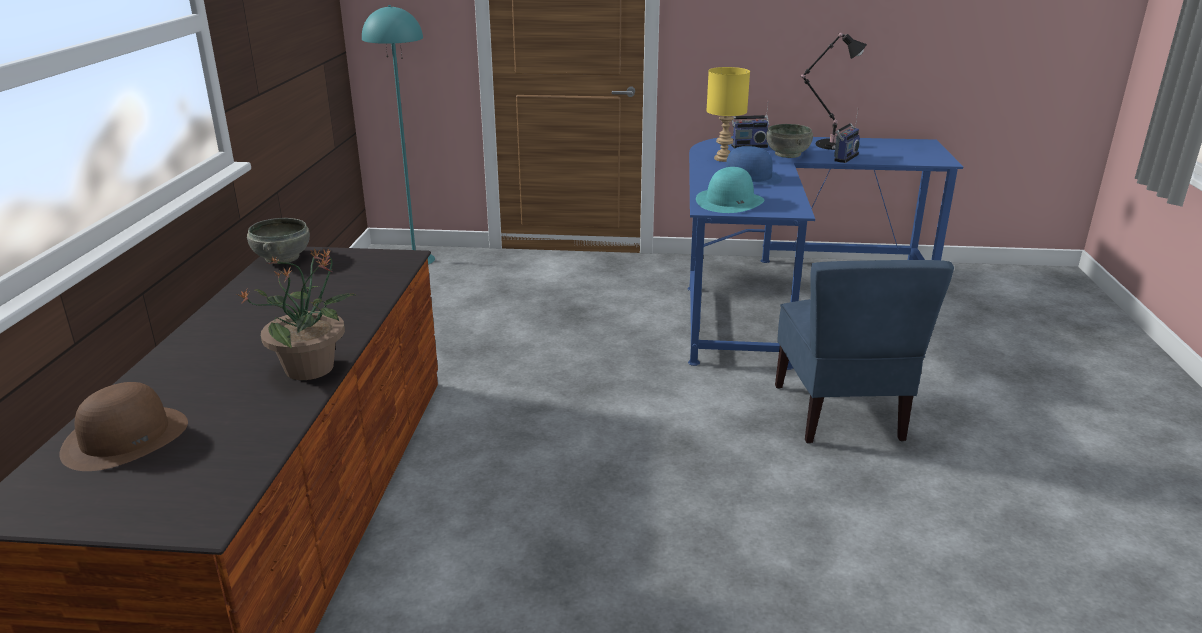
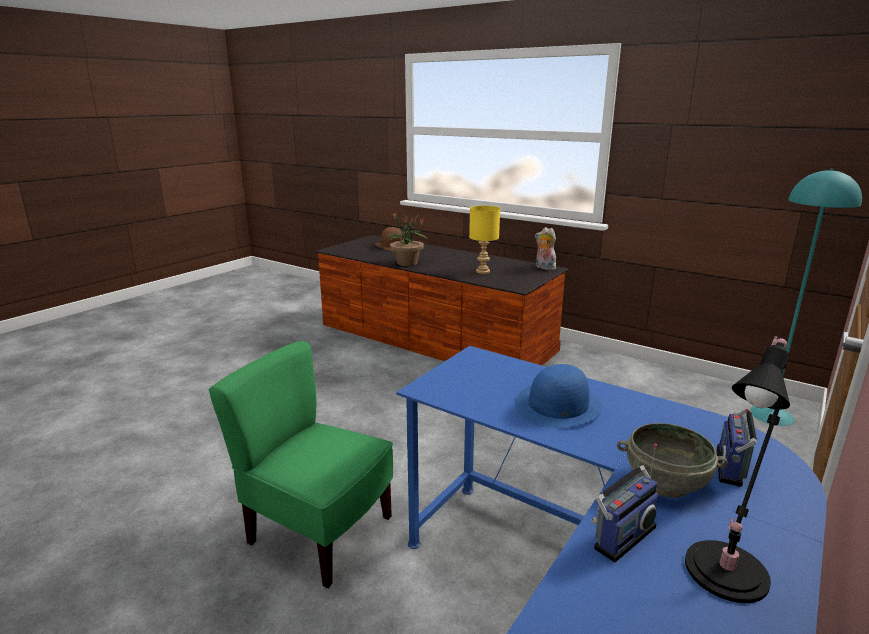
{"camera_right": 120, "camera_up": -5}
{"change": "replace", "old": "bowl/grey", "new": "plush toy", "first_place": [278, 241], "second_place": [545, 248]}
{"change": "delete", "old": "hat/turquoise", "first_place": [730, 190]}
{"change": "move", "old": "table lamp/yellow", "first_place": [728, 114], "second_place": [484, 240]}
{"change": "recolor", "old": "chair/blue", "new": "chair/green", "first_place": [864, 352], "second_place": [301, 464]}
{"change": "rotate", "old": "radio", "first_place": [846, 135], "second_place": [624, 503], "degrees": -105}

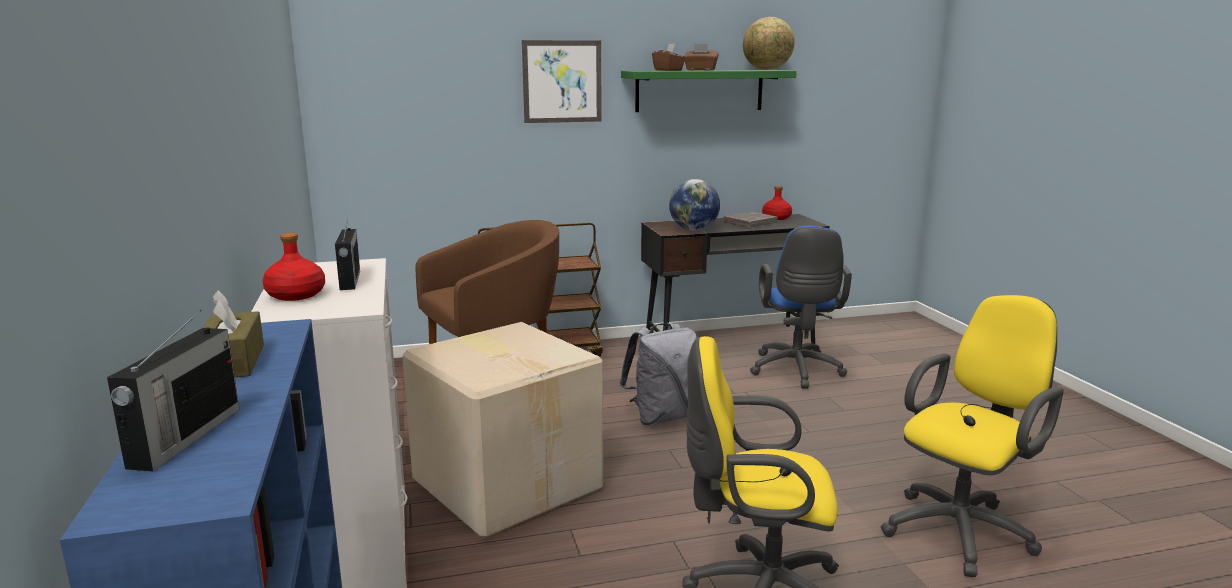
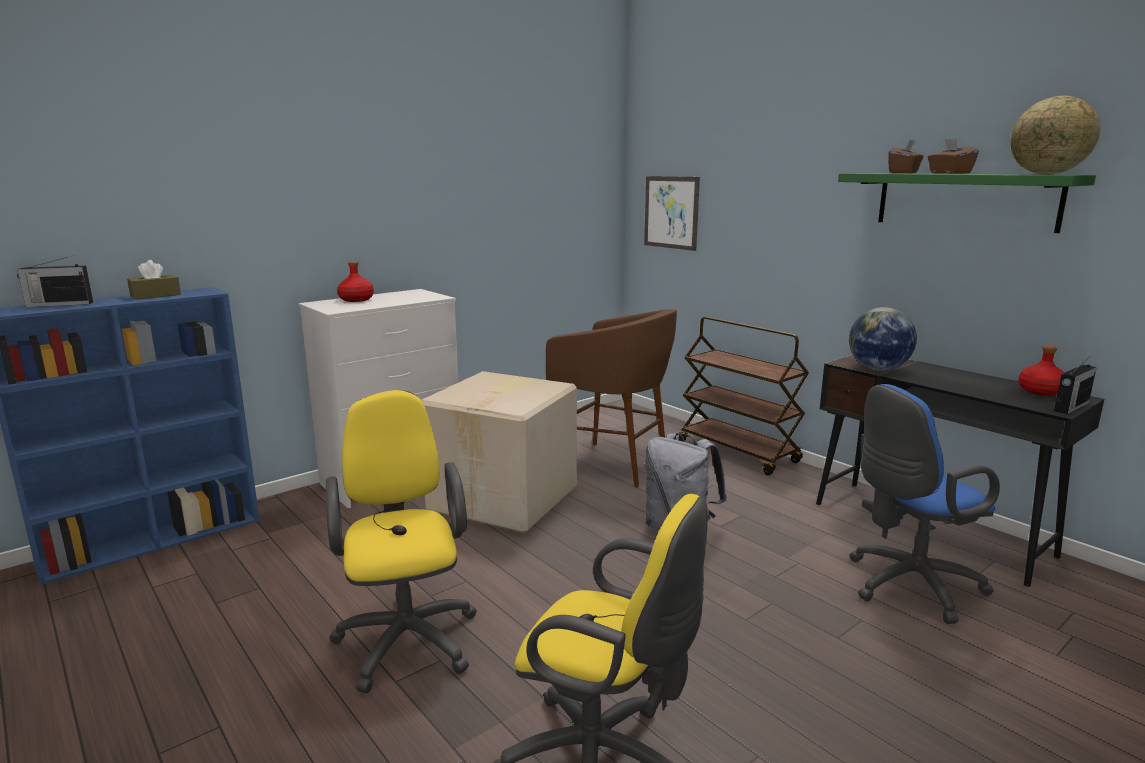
{"camera_right": 65, "camera_up": 0}
{"change": "move", "old": "radio", "first_place": [347, 254], "second_place": [1075, 386]}
{"change": "move", "old": "picture", "first_place": [562, 81], "second_place": [672, 213]}
{"change": "delete", "old": "book/grey", "first_place": [750, 219]}

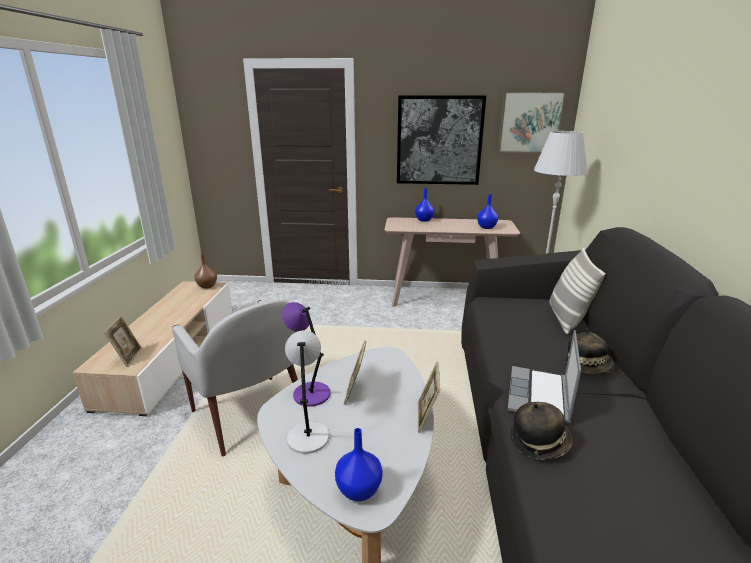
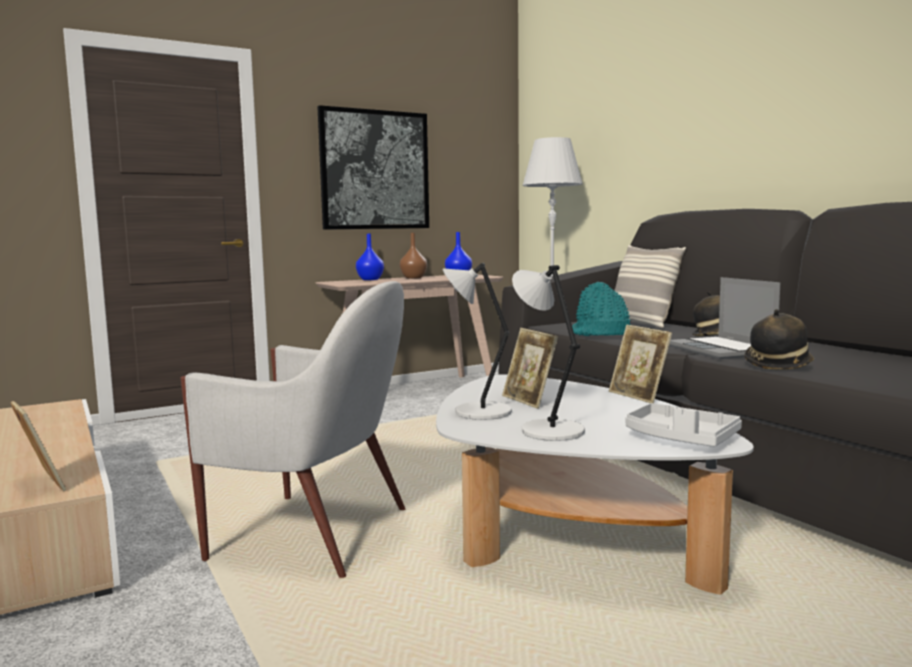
{"camera_right": -35, "camera_up": -15}
{"change": "move", "old": "vase/brown", "first_place": [205, 270], "second_place": [413, 256]}
{"change": "recolor", "old": "table lamp/purple", "new": "table lamp/grey", "first_place": [306, 354], "second_place": [477, 341]}
{"change": "replace", "old": "vase/blue", "new": "tray/grey", "first_place": [359, 464], "second_place": [684, 425]}
{"change": "delete", "old": "picture", "first_place": [532, 122]}
{"change": "insert", "new": "hat/turquoise", "second_place": [601, 309]}

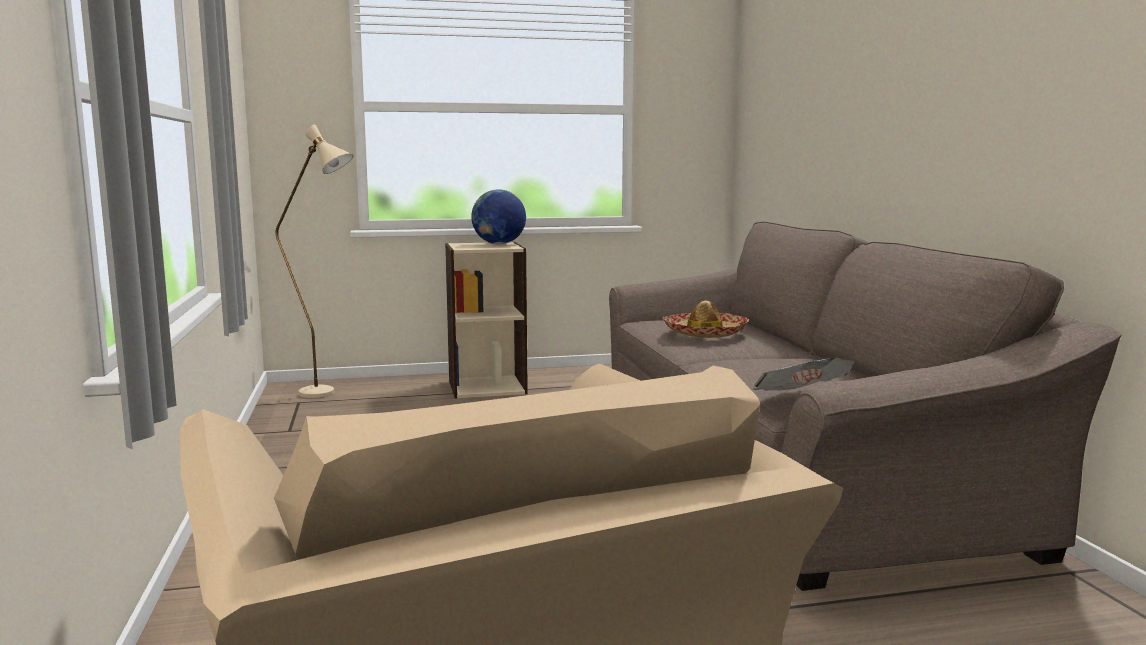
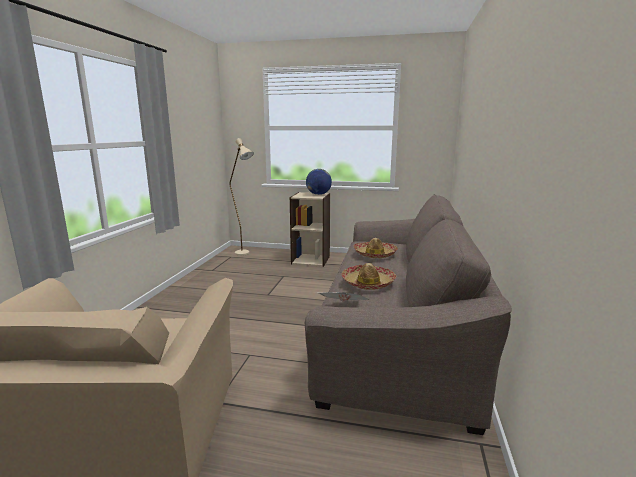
{"camera_right": 25, "camera_up": 5}
{"change": "insert", "new": "hat", "second_place": [369, 276]}

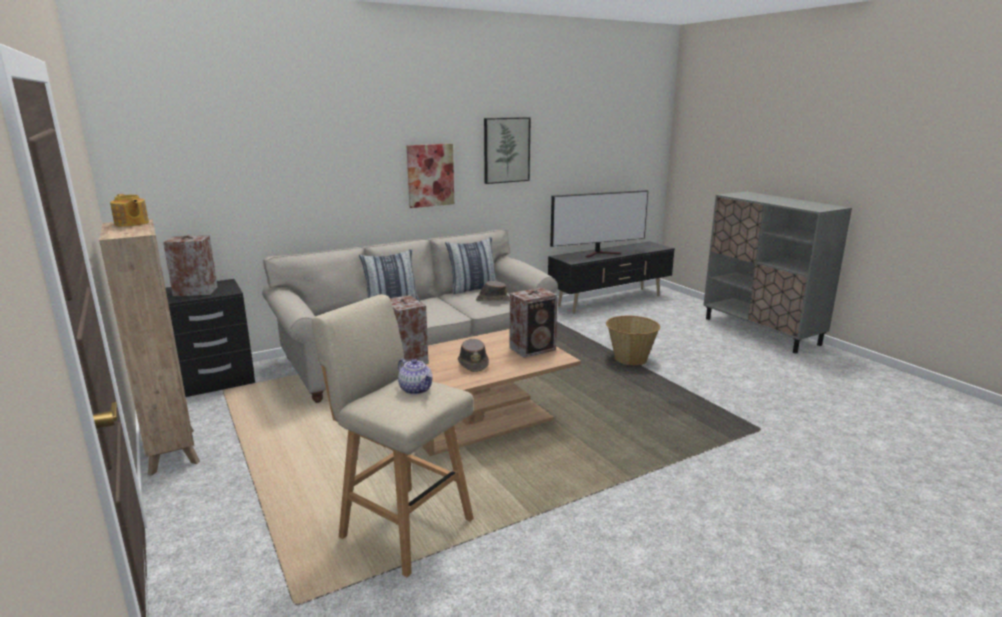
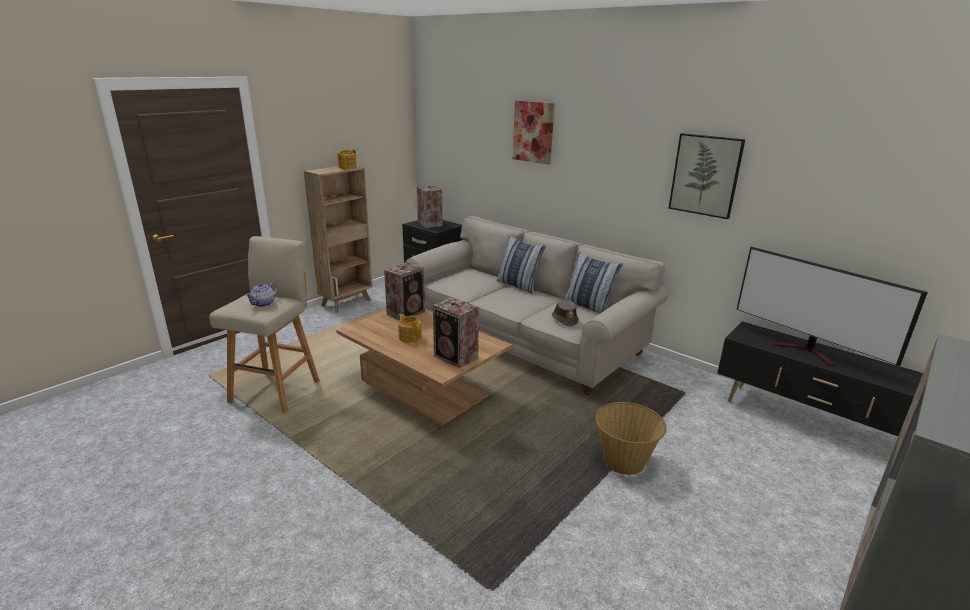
{"camera_right": 70, "camera_up": 5}
{"change": "move", "old": "picture", "first_place": [430, 176], "second_place": [534, 132]}
{"change": "replace", "old": "hat/brown", "new": "teapot", "first_place": [473, 355], "second_place": [410, 328]}

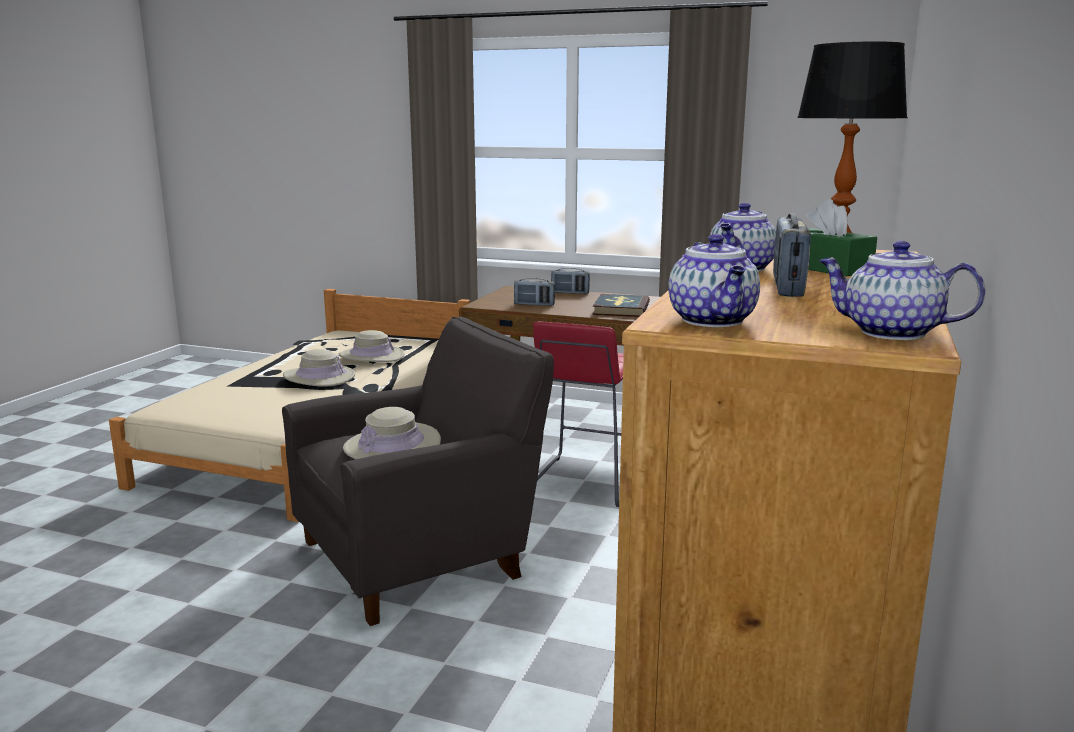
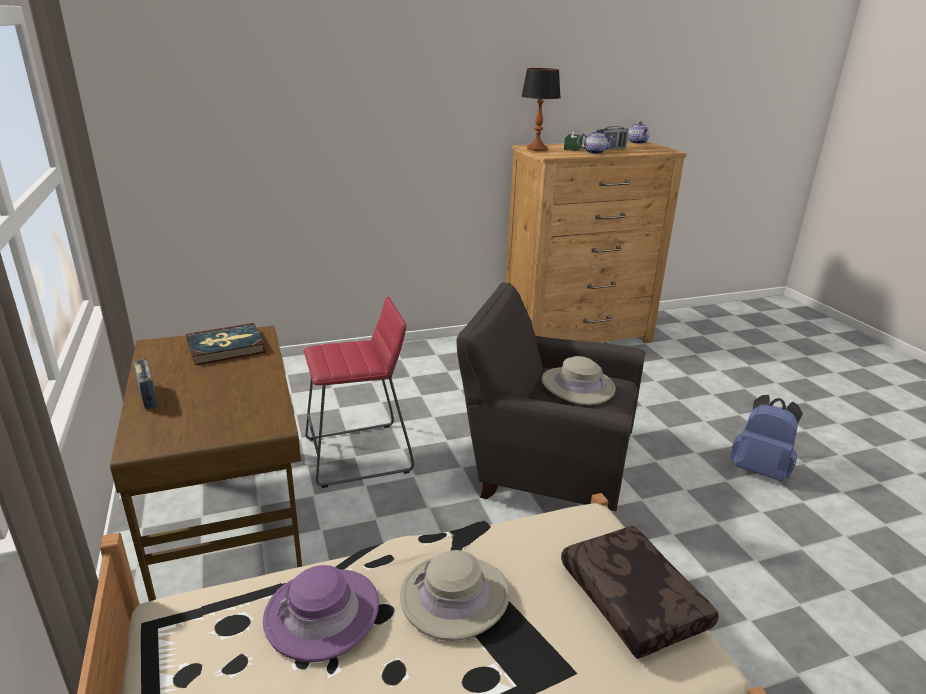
{"camera_right": -130, "camera_up": 10}
{"change": "recolor", "old": "hat/beige", "new": "hat/purple", "first_place": [372, 346], "second_place": [321, 613]}
{"change": "delete", "old": "radio", "first_place": [534, 292]}
{"change": "delete", "old": "teapot", "first_place": [714, 280]}
{"change": "insert", "new": "pillow/brown", "second_place": [640, 592]}
{"change": "insert", "new": "backpack/blue", "second_place": [766, 438]}

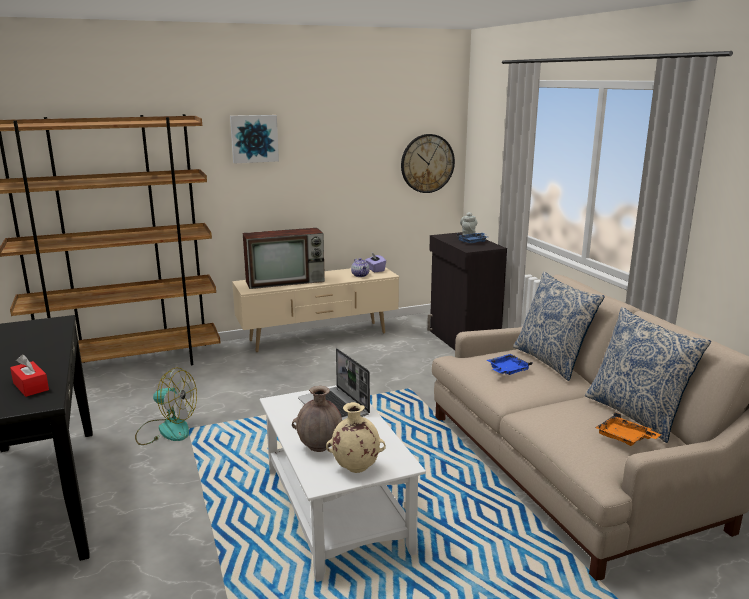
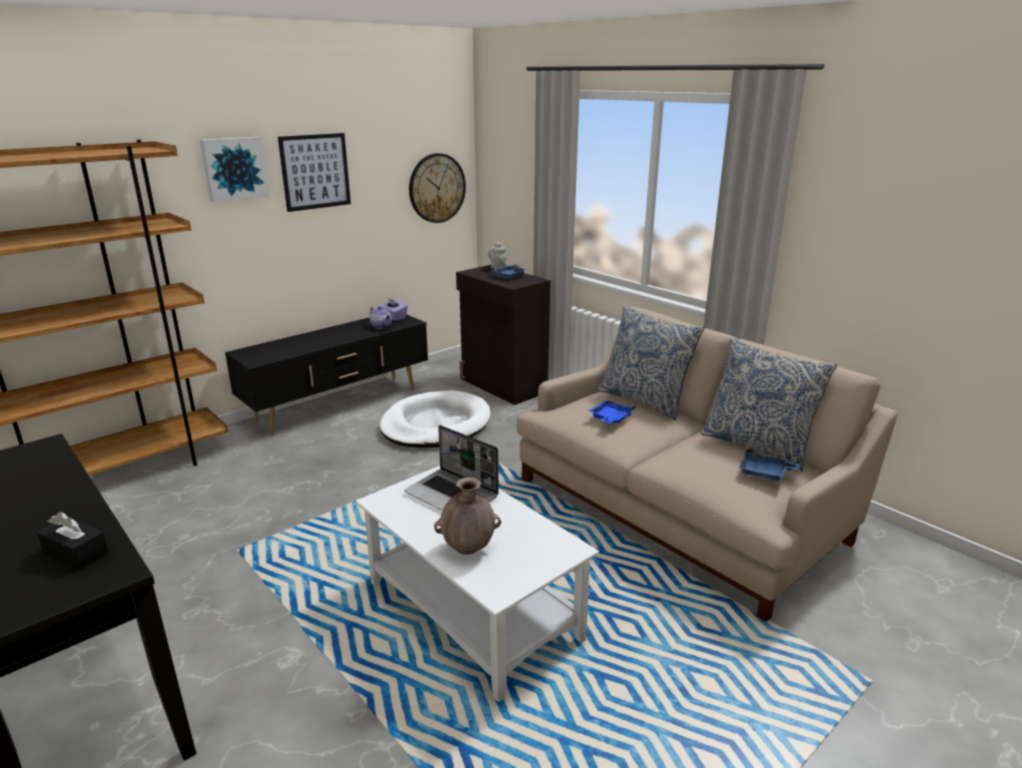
{"camera_right": -20, "camera_up": 5}
{"change": "recolor", "old": "tissue box/red", "new": "tissue box/black", "first_place": [29, 376], "second_place": [73, 541]}
{"change": "delete", "old": "fan", "first_place": [166, 406]}
{"change": "recolor", "old": "tv stand/beige", "new": "tv stand/black", "first_place": [315, 309], "second_place": [326, 374]}
{"change": "delete", "old": "television", "first_place": [284, 258]}
{"change": "delete", "old": "vase/beige", "first_place": [356, 437]}
{"change": "recolor", "old": "tray/orange", "new": "tray/blue", "first_place": [628, 429], "second_place": [769, 464]}
{"change": "insert", "new": "picture", "second_place": [314, 172]}
{"change": "insert", "new": "dog bed/white", "second_place": [435, 419]}

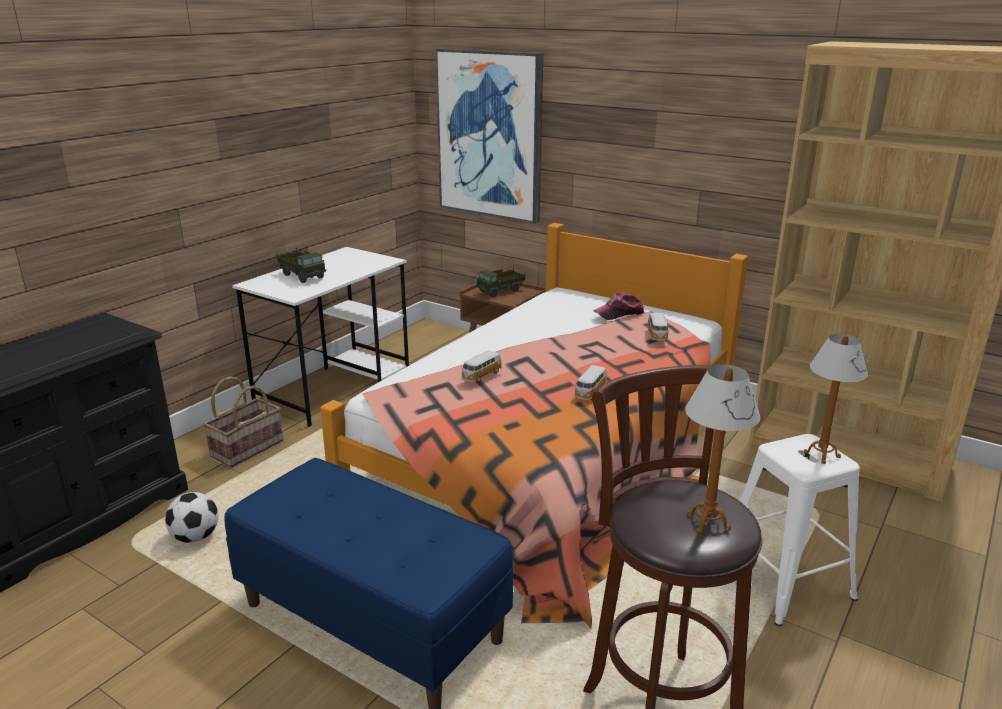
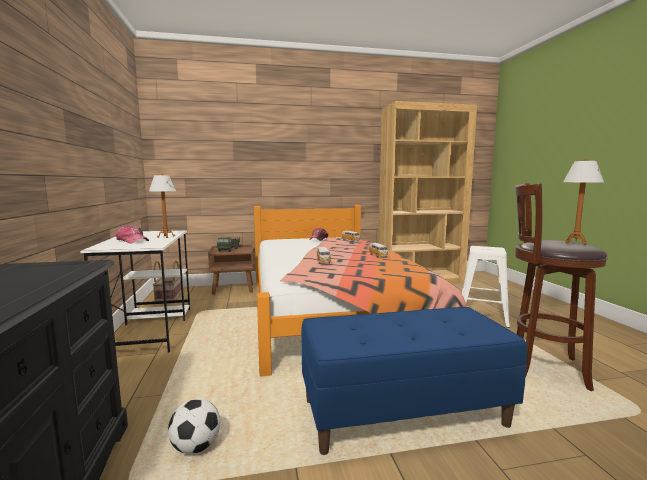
{"camera_right": -45, "camera_up": -15}
{"change": "move", "old": "basket", "first_place": [243, 421], "second_place": [167, 282]}
{"change": "replace", "old": "toy truck", "new": "cap", "first_place": [301, 265], "second_place": [132, 234]}
{"change": "delete", "old": "picture", "first_place": [489, 136]}
{"change": "move", "old": "table lamp", "first_place": [836, 399], "second_place": [162, 205]}

